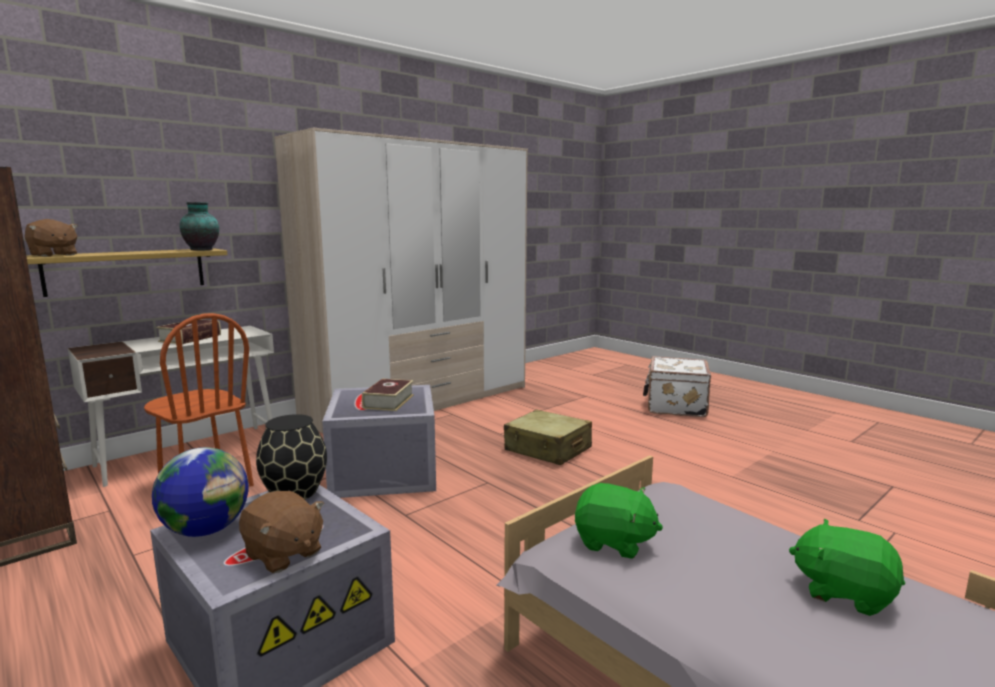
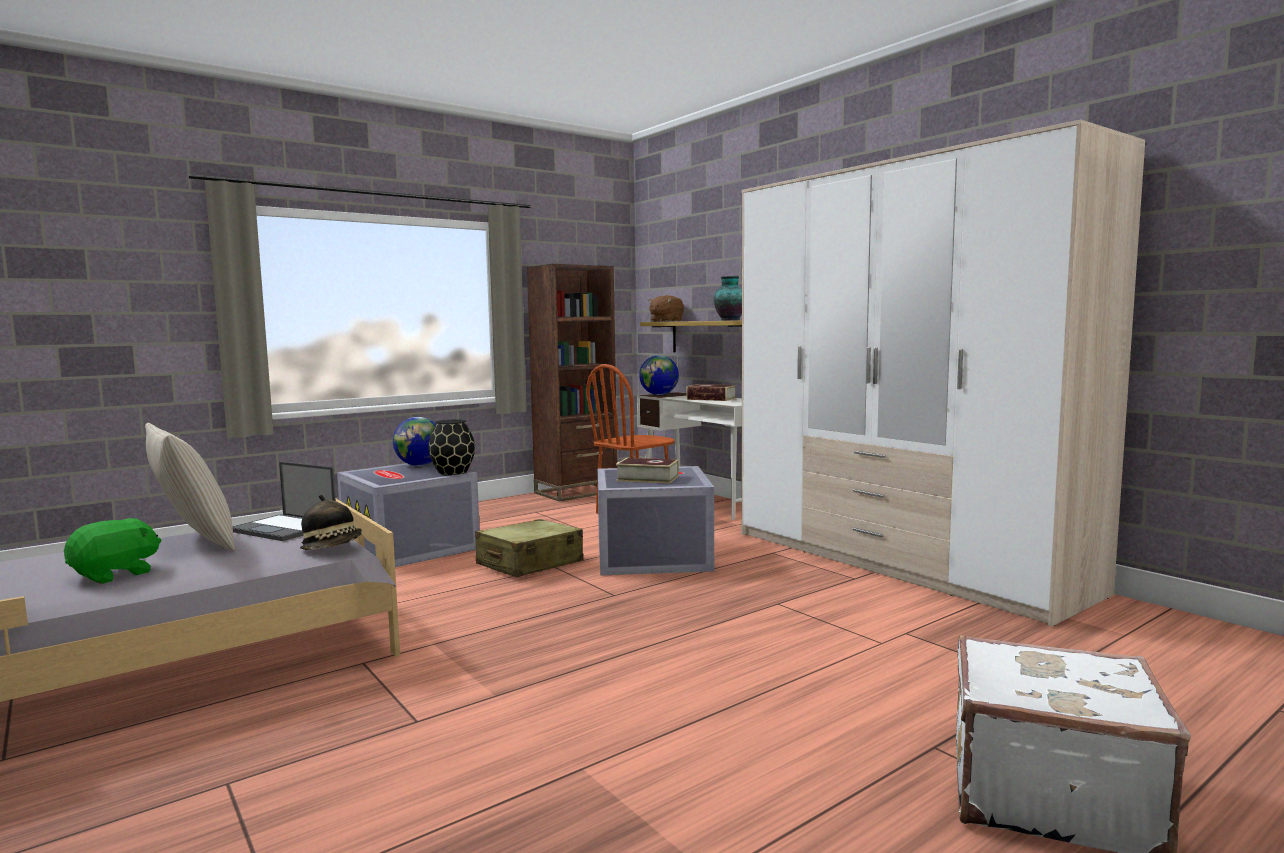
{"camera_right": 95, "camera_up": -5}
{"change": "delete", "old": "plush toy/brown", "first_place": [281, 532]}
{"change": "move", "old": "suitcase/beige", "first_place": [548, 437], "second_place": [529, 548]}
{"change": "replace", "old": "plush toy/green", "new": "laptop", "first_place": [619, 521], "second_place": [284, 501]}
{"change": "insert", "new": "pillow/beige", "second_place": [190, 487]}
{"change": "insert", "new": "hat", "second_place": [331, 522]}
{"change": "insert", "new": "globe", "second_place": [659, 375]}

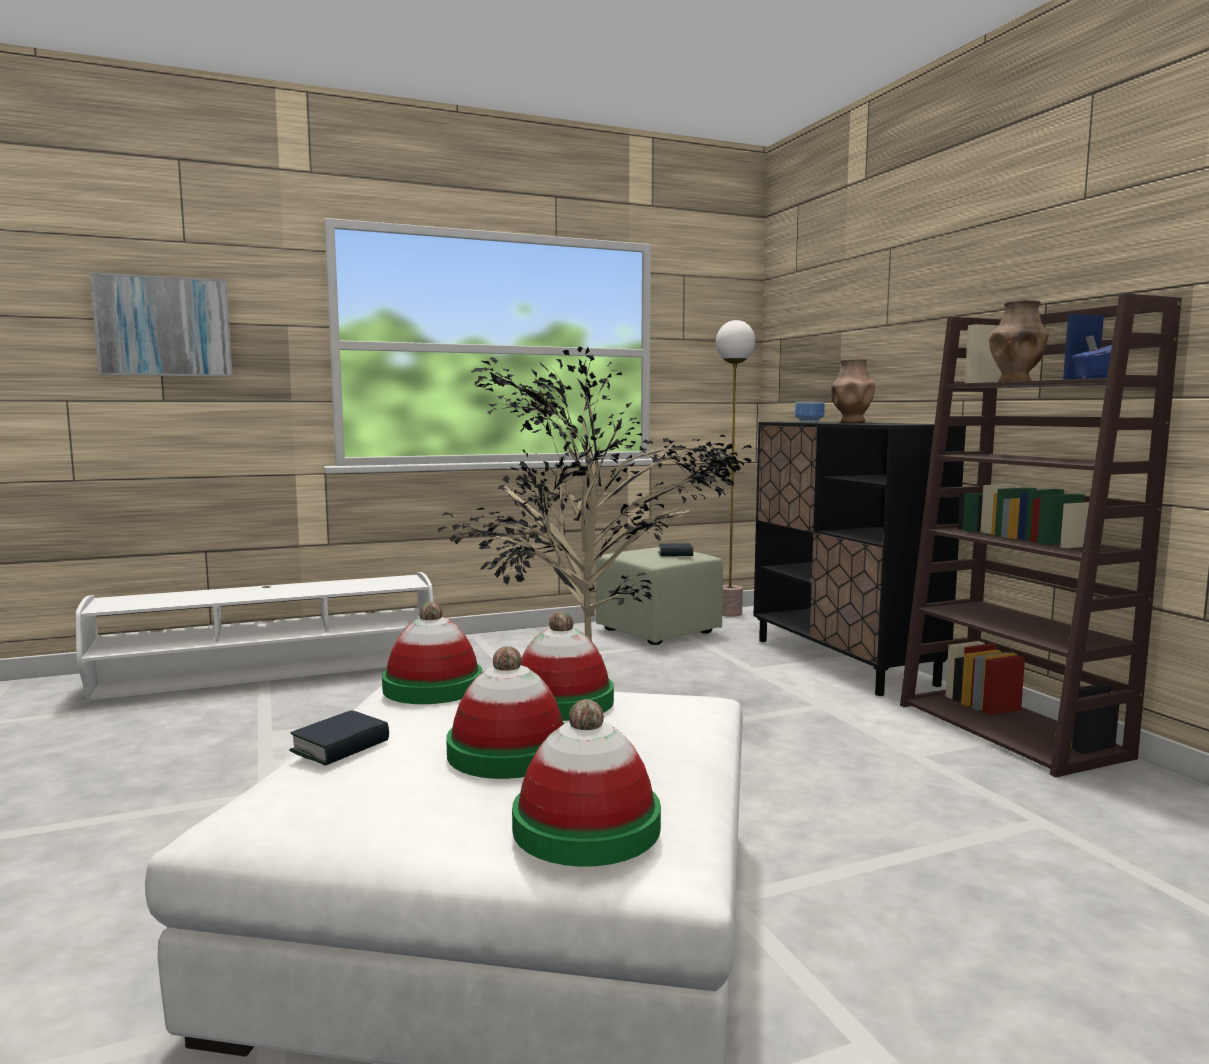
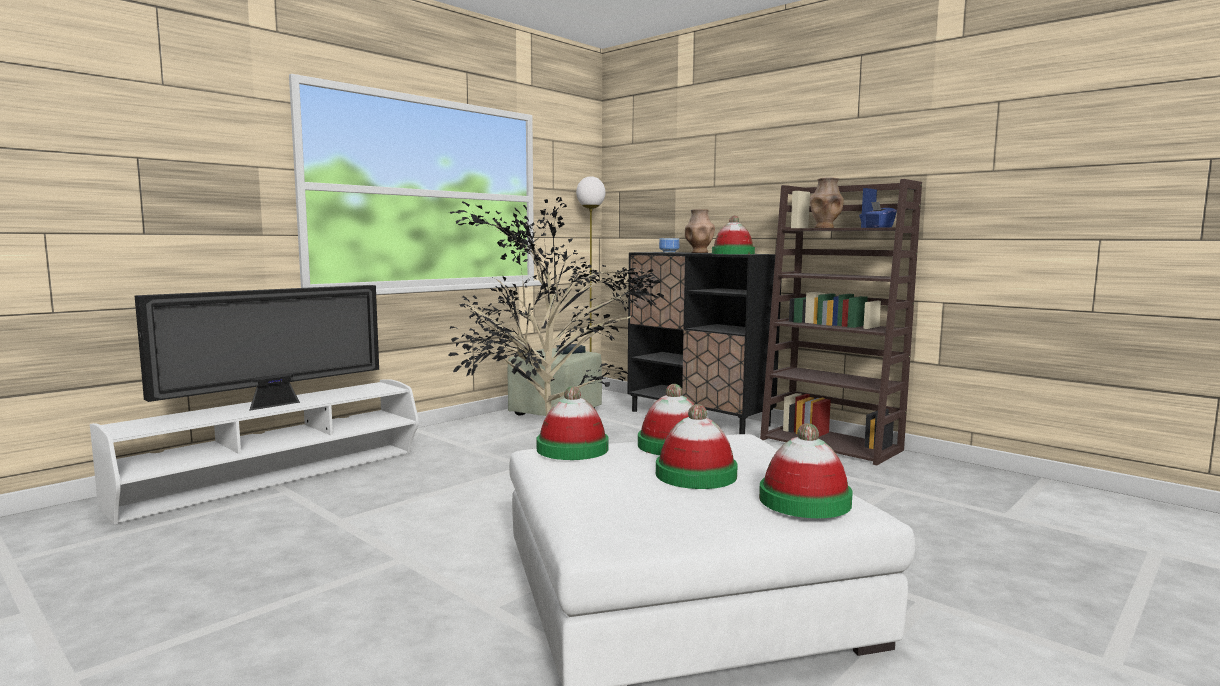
{"camera_right": -25, "camera_up": 0}
{"change": "delete", "old": "picture", "first_place": [161, 324]}
{"change": "delete", "old": "book", "first_place": [339, 738]}
{"change": "insert", "new": "television", "second_place": [256, 348]}
{"change": "insert", "new": "hat", "second_place": [733, 234]}

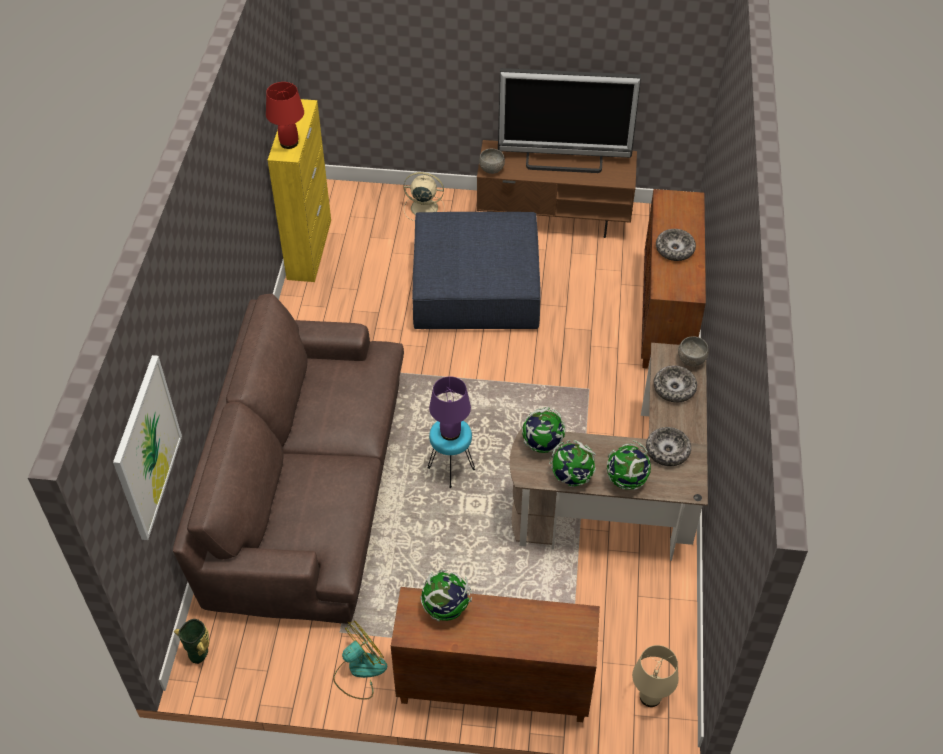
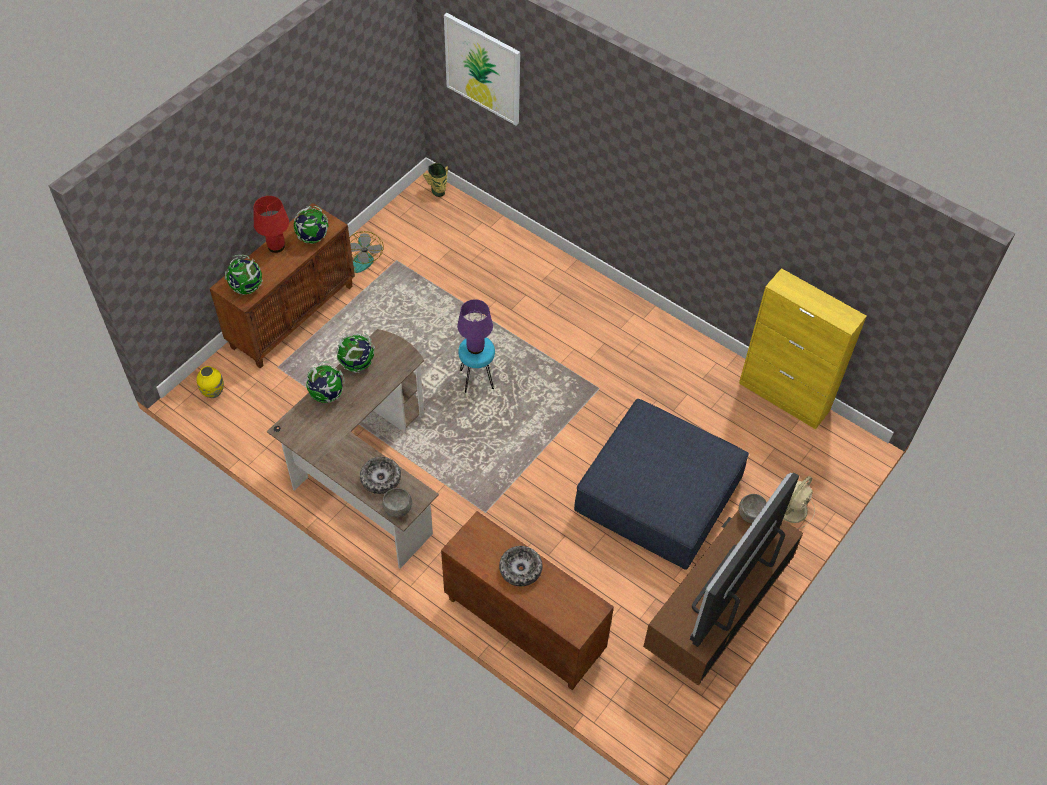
{"camera_right": 120, "camera_up": 5}
{"change": "delete", "old": "sofa/brown", "first_place": [288, 459]}
{"change": "move", "old": "table lamp/red", "first_place": [285, 115], "second_place": [271, 224]}
{"change": "move", "old": "globe", "first_place": [544, 430], "second_place": [243, 275]}
{"change": "replace", "old": "table lamp/beige", "new": "vase/yellow", "first_place": [655, 676], "second_place": [210, 382]}
{"change": "delete", "old": "bowl", "first_place": [668, 446]}

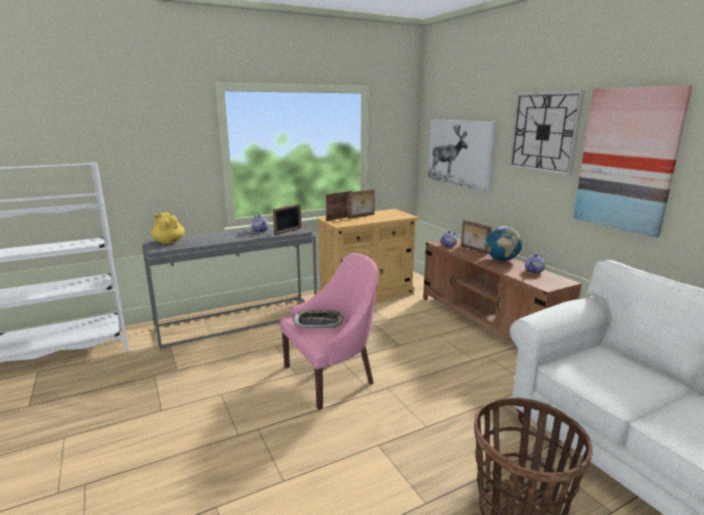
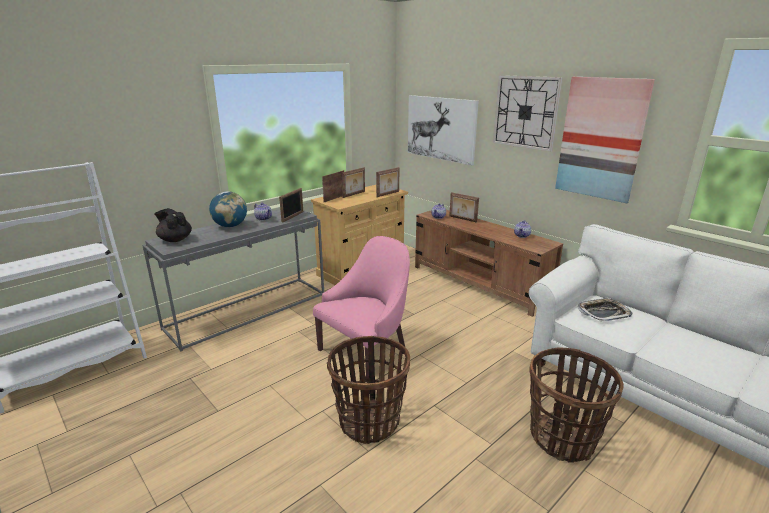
{"camera_right": -15, "camera_up": 5}
{"change": "recolor", "old": "teapot/yellow", "new": "teapot/black", "first_place": [168, 228], "second_place": [173, 225]}
{"change": "move", "old": "tray", "first_place": [318, 319], "second_place": [605, 309]}
{"change": "move", "old": "globe", "first_place": [503, 243], "second_place": [228, 209]}
{"change": "insert", "new": "basket", "second_place": [368, 390]}
{"change": "insert", "new": "picture frame", "second_place": [387, 182]}

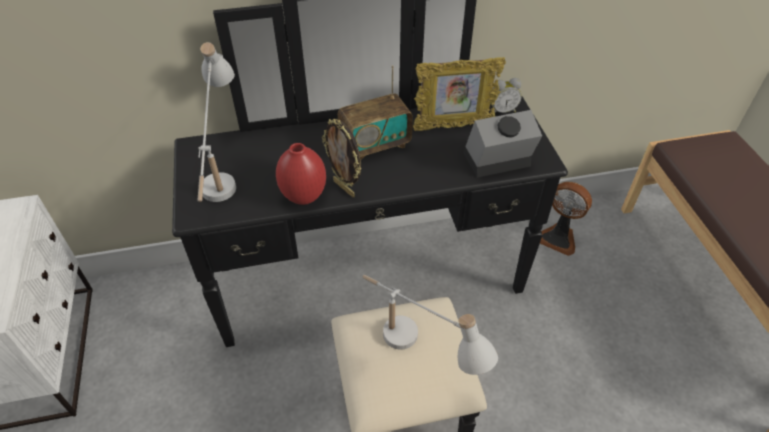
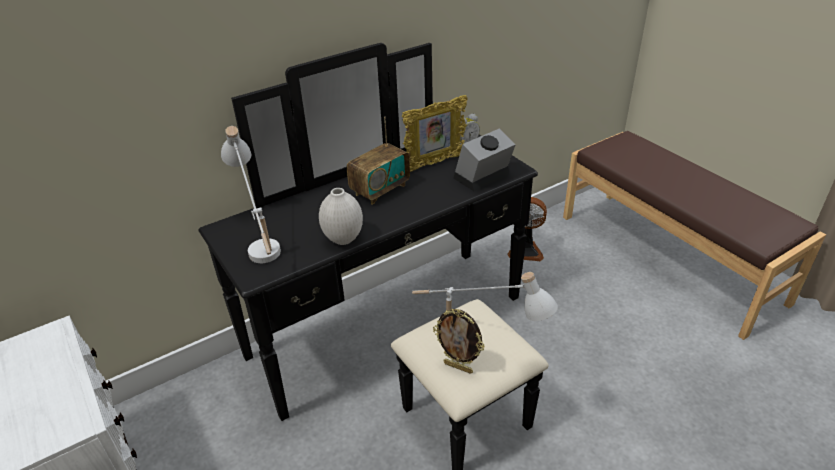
{"camera_right": -20, "camera_up": -10}
{"change": "recolor", "old": "vase/red", "new": "vase/white", "first_place": [301, 174], "second_place": [341, 216]}
{"change": "move", "old": "picture frame", "first_place": [341, 158], "second_place": [459, 341]}

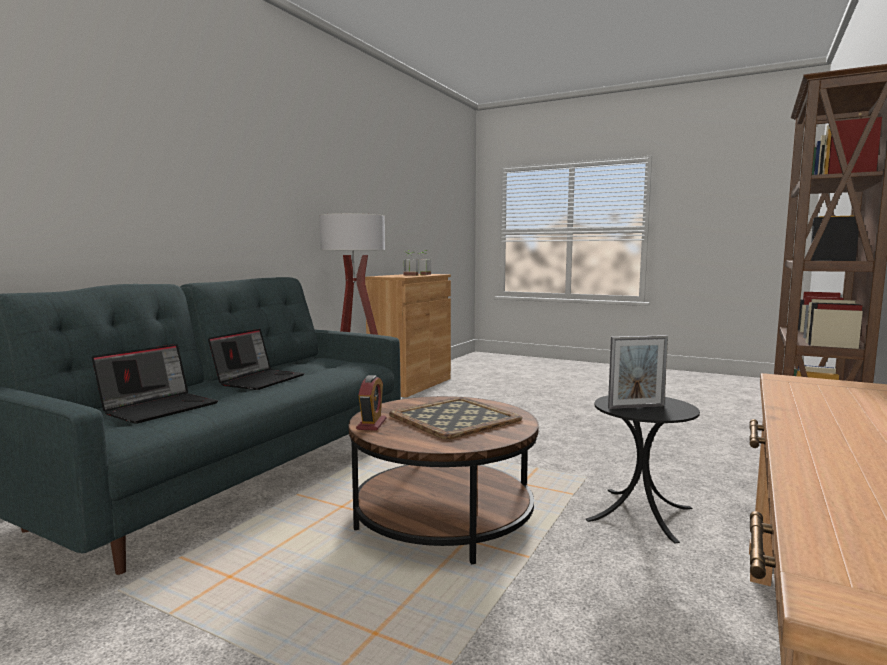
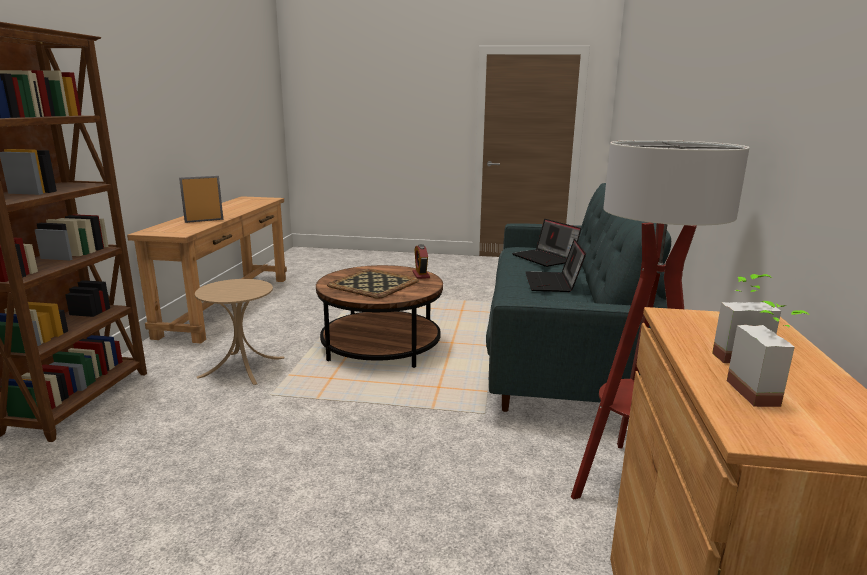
{"camera_right": 160, "camera_up": 10}
{"change": "rotate", "old": "laptop", "first_place": [155, 384], "second_place": [546, 243], "degrees": -45}
{"change": "recolor", "old": "side table/black", "new": "side table/beige", "first_place": [643, 470], "second_place": [240, 332]}
{"change": "move", "old": "picture frame", "first_place": [638, 372], "second_place": [201, 199]}

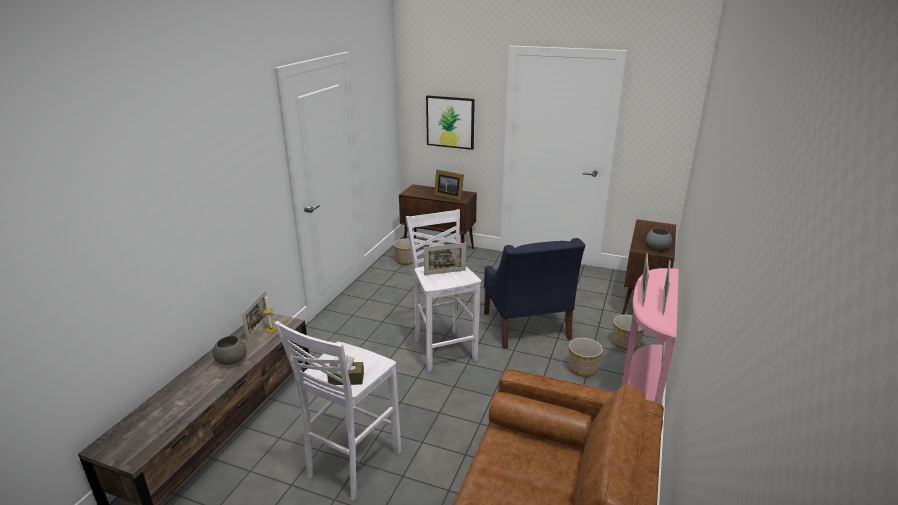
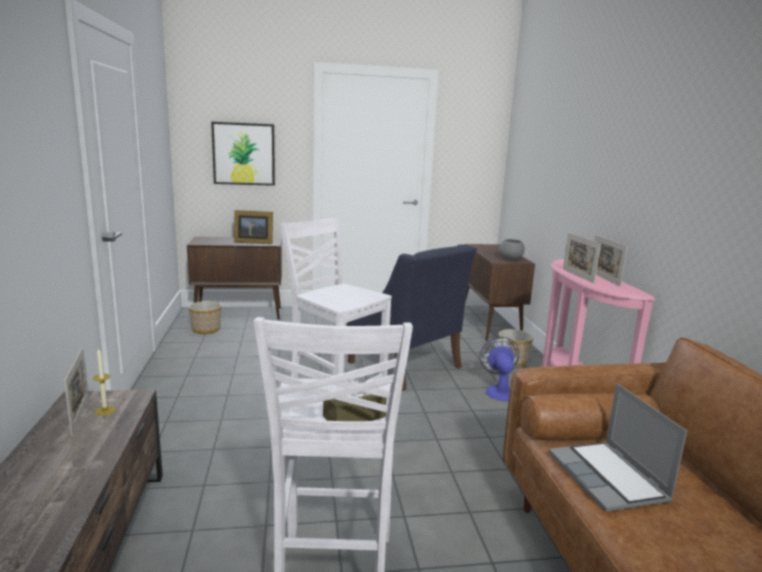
{"camera_right": -30, "camera_up": -10}
{"change": "delete", "old": "bowl/grey", "first_place": [230, 350]}
{"change": "delete", "old": "picture frame", "first_place": [445, 259]}
{"change": "replace", "old": "planter", "new": "fan", "first_place": [586, 357], "second_place": [500, 369]}
{"change": "insert", "new": "laptop", "second_place": [618, 447]}

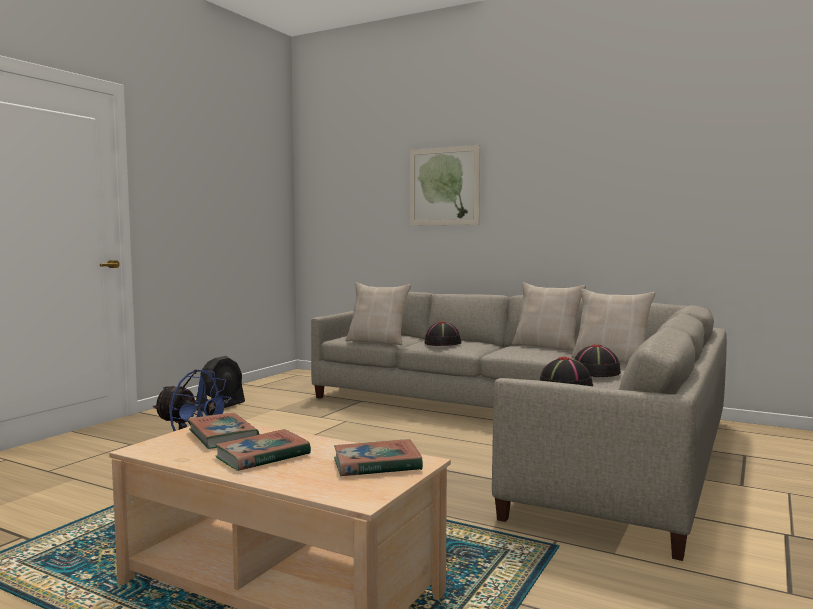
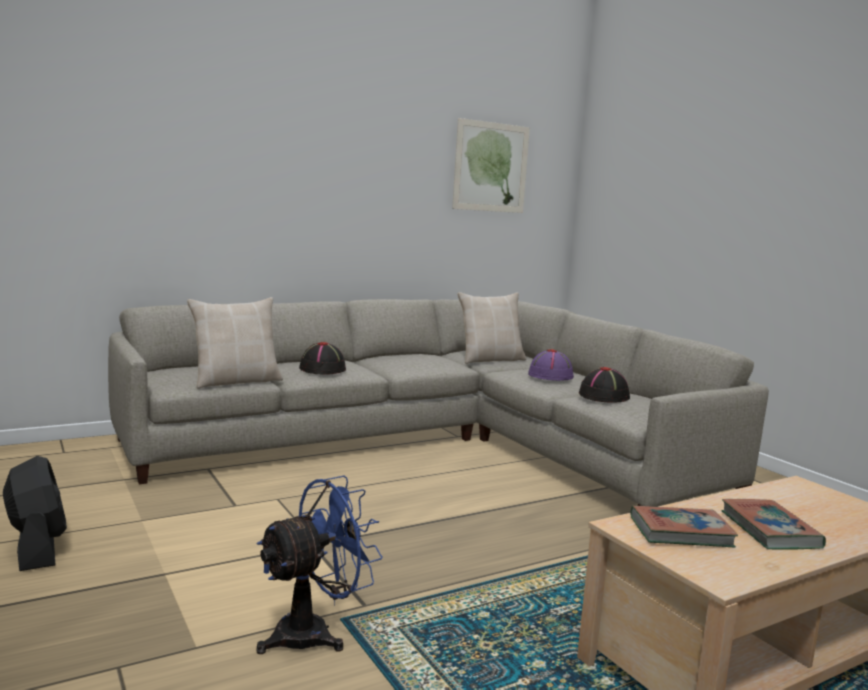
{"camera_right": -60, "camera_up": 5}
{"change": "delete", "old": "book", "first_place": [378, 457]}
{"change": "move", "old": "picture", "first_place": [445, 185], "second_place": [491, 165]}
{"change": "delete", "old": "pillow/beige", "first_place": [549, 316]}
{"change": "recolor", "old": "hat/black", "new": "hat/purple", "first_place": [598, 360], "second_place": [551, 365]}

